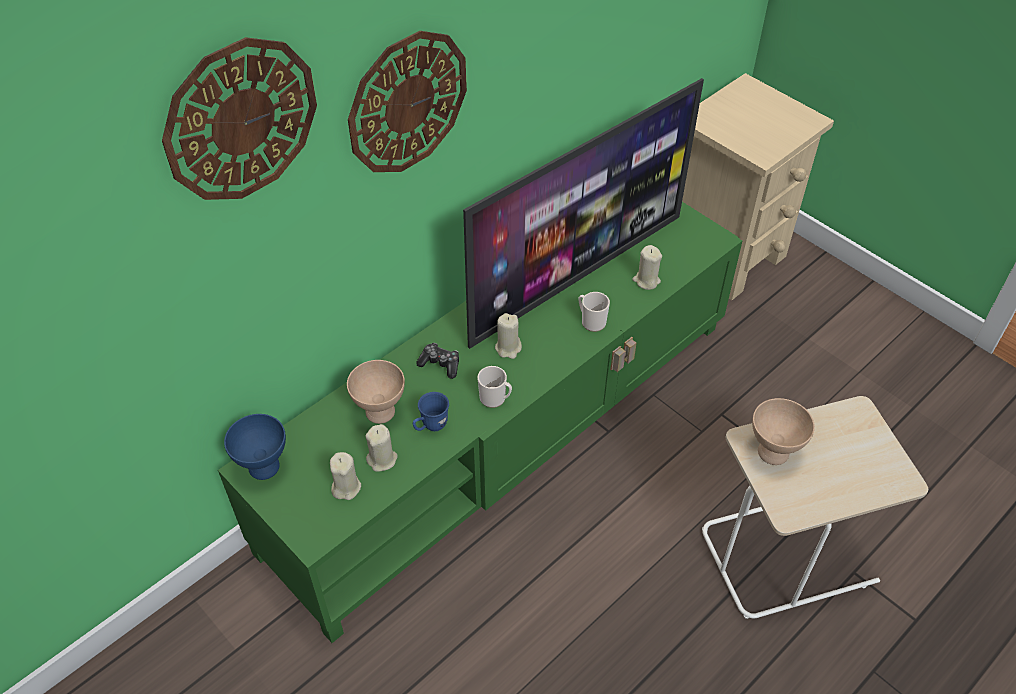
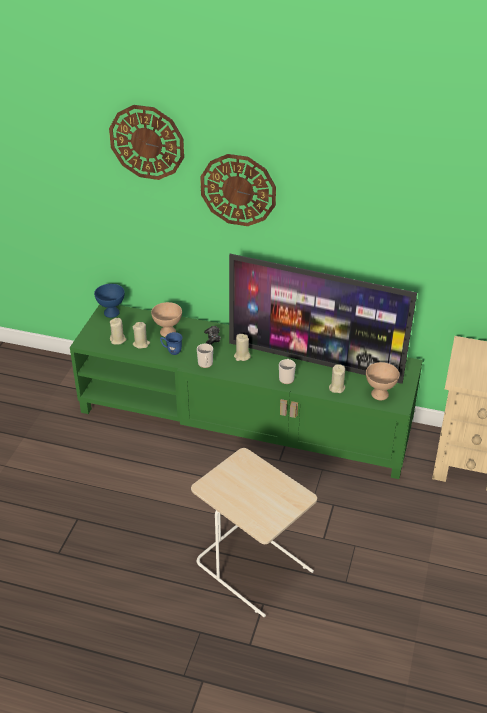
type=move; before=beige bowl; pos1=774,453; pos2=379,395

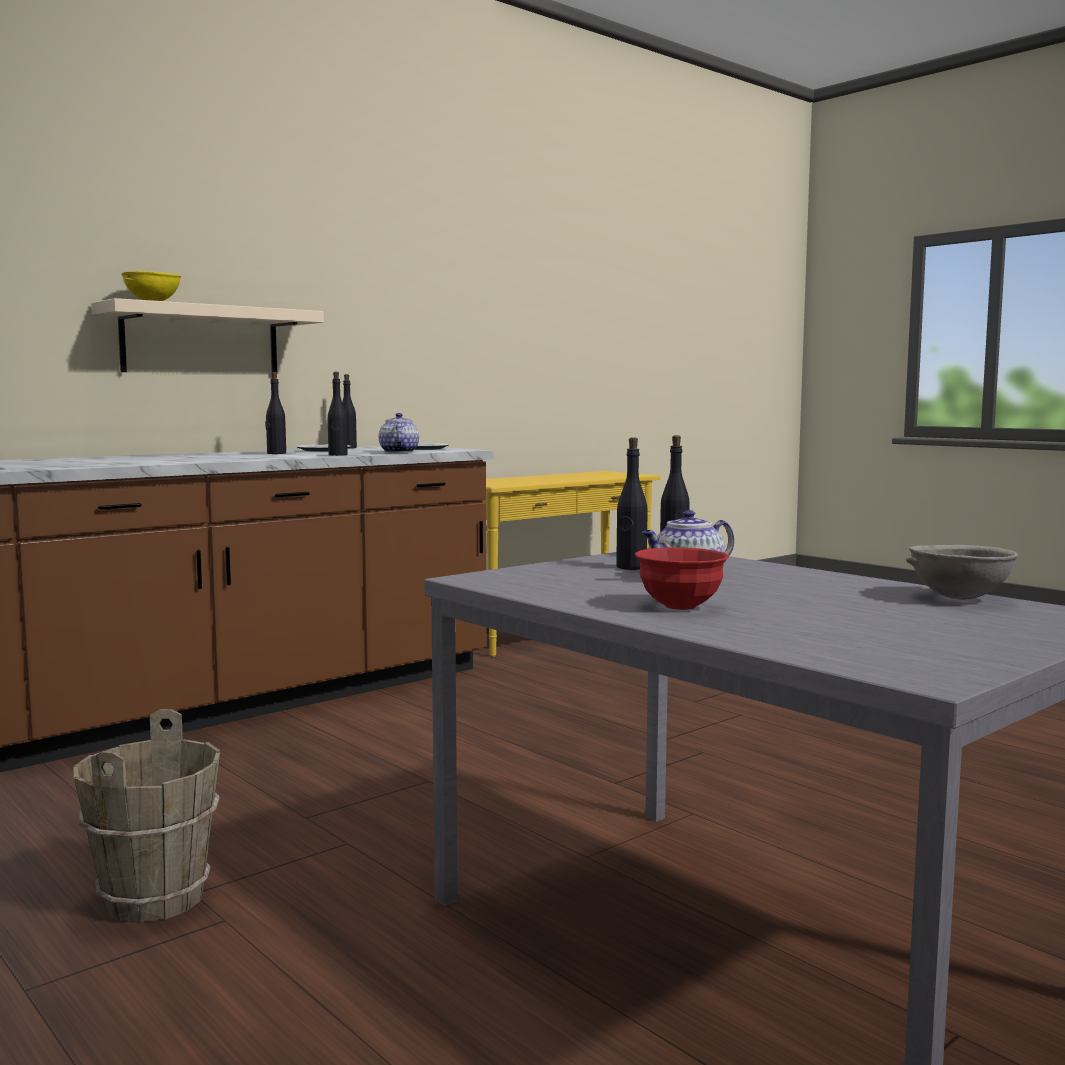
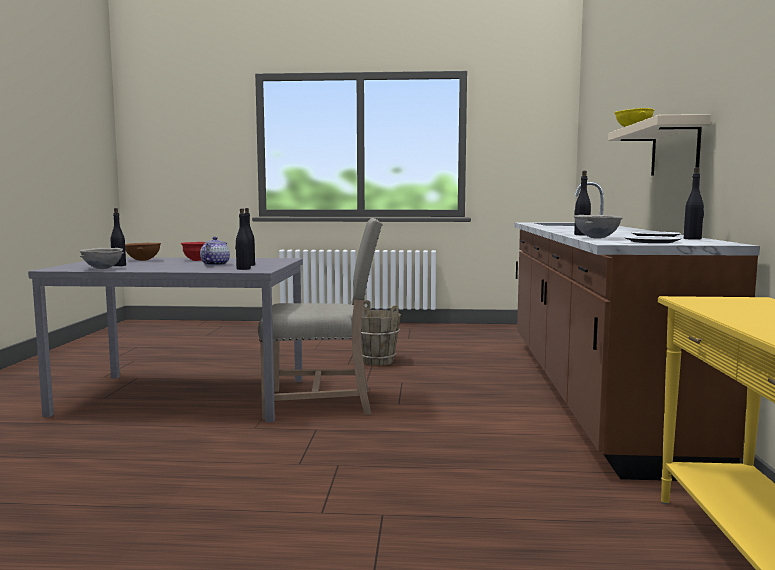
type=move; before=black bottle; pos1=276,453; pos2=119,265
type=insert; after=brown bowl; pos2=142,260
type=insert; after=beige chair; pos2=323,402
type=replace; before=teapot; after=grey bowl; pos1=398,452; pos2=597,238

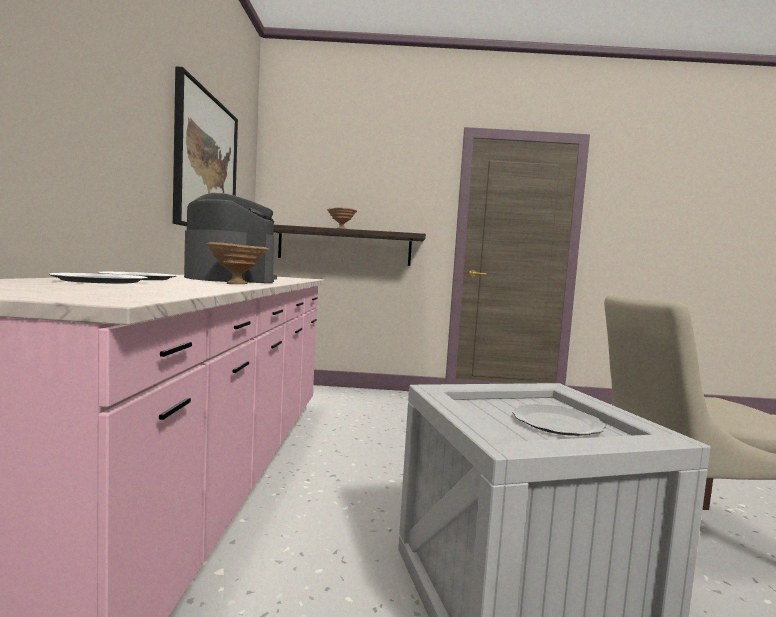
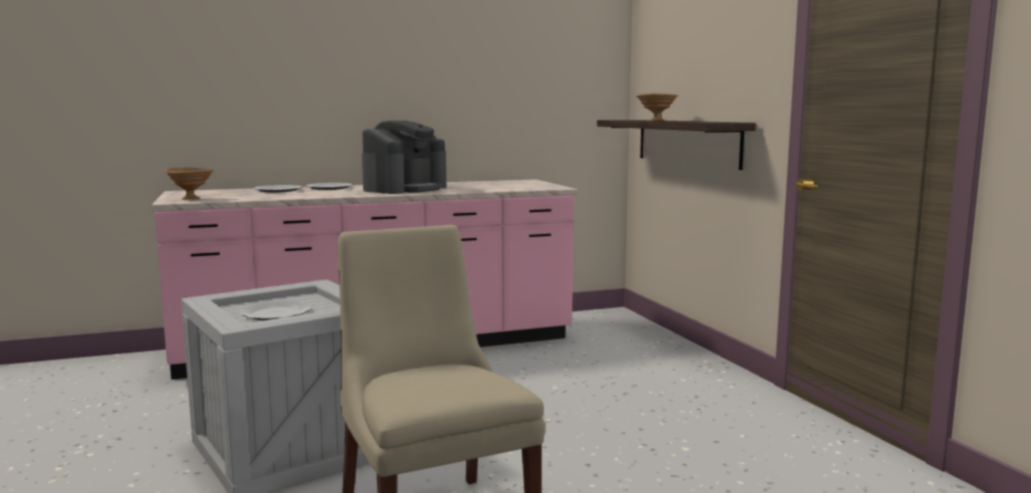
type=move; before=brown bowl; pos1=235,284; pos2=191,199
type=delete; before=picture; pos1=206,164

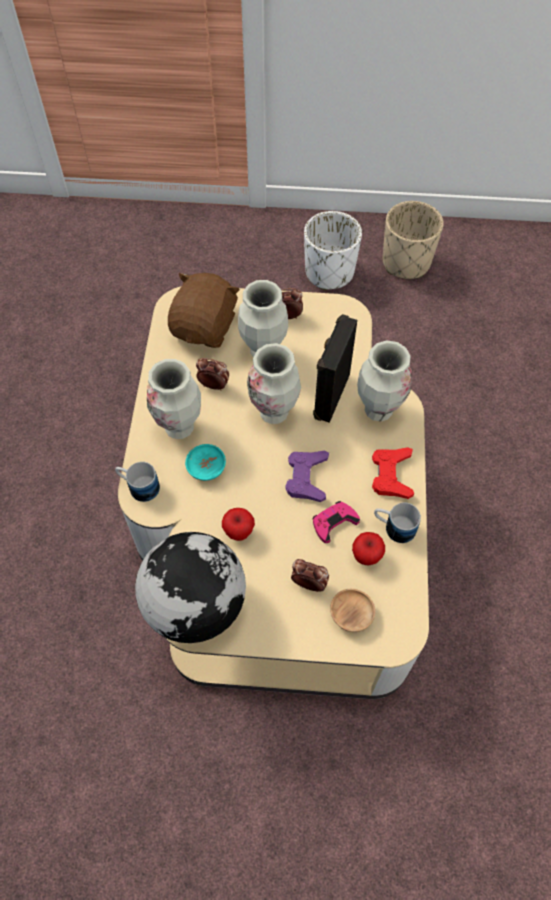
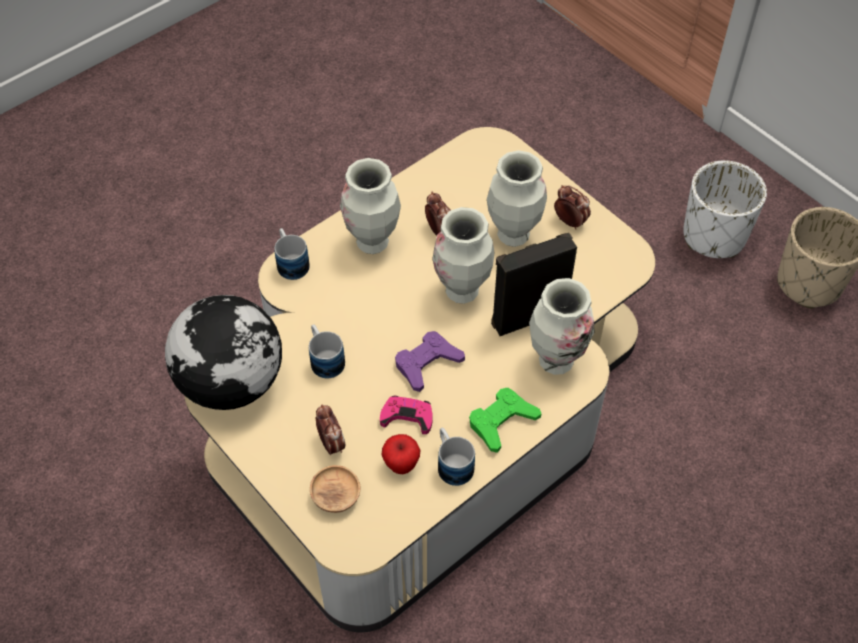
type=replace; before=apple; after=mug; pos1=239,532; pos2=324,358
type=recolor; before=red game controller; after=green game controller; pos1=391,475; pos2=502,422
type=delete; before=brown plush toy; pos1=205,327
type=delete; before=turquoise bowl; pos1=206,468

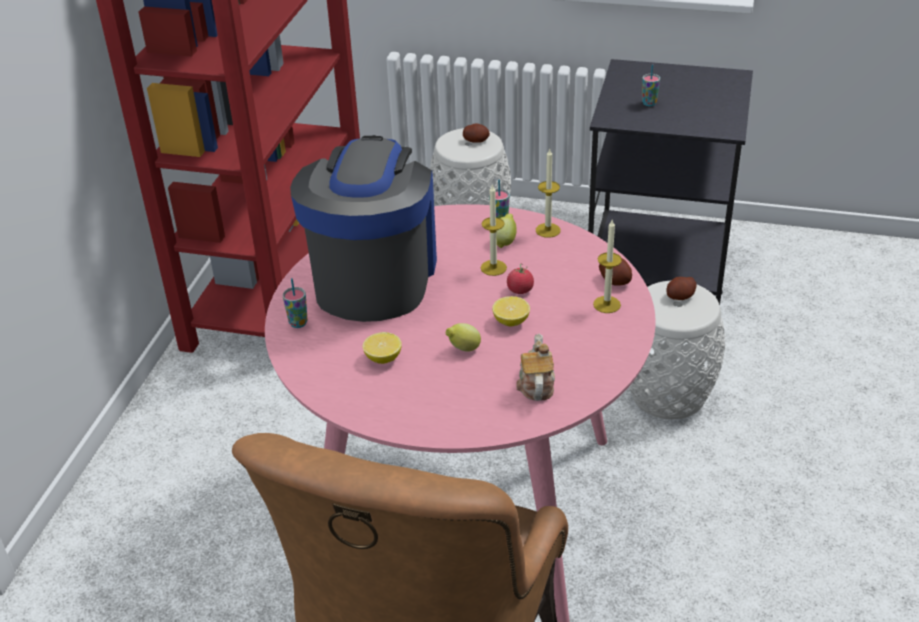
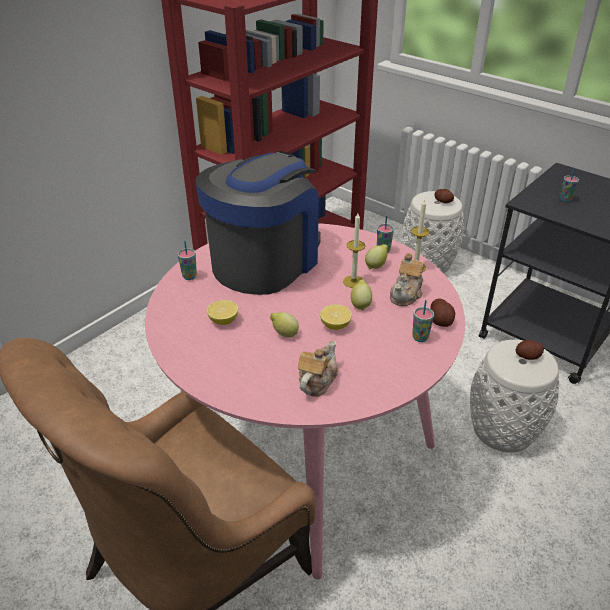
type=replace; before=tomato; after=lemon; pos1=520,290; pos2=360,304
type=insert; after=teapot; pos2=406,294
type=replace; before=candle; after=cup; pos1=607,304; pos2=420,338

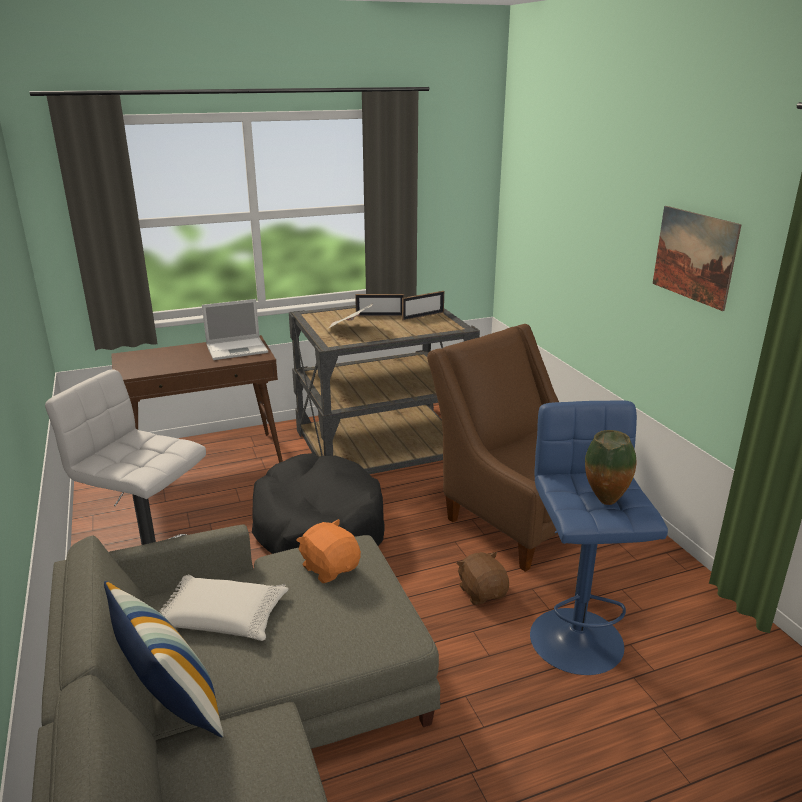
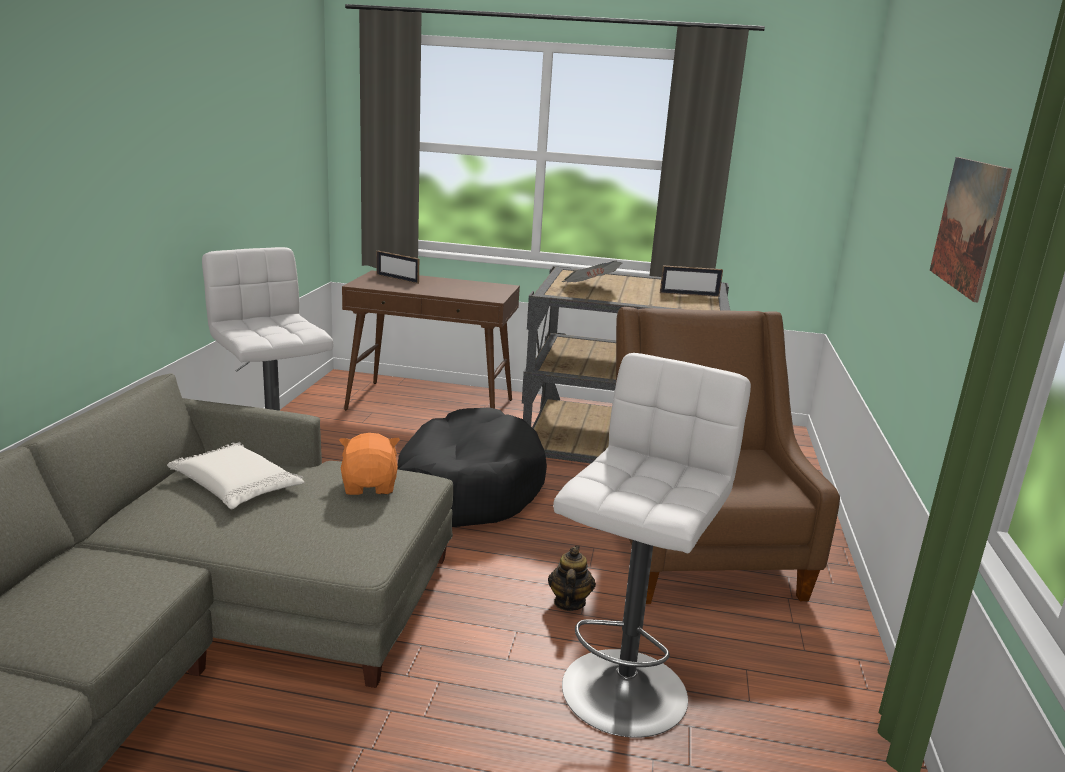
type=move; before=picture frame; pos1=380,315; pos2=397,279
type=replace; before=brown plush toy; after=teapot; pos1=482,592; pos2=569,602
type=recolor; before=blue stool; after=white stool; pos1=577,639; pos2=626,691
type=delete; before=pillow; pos1=172,704
type=delete; before=laptop; pos1=238,349
type=delete; before=vase; pos1=605,502

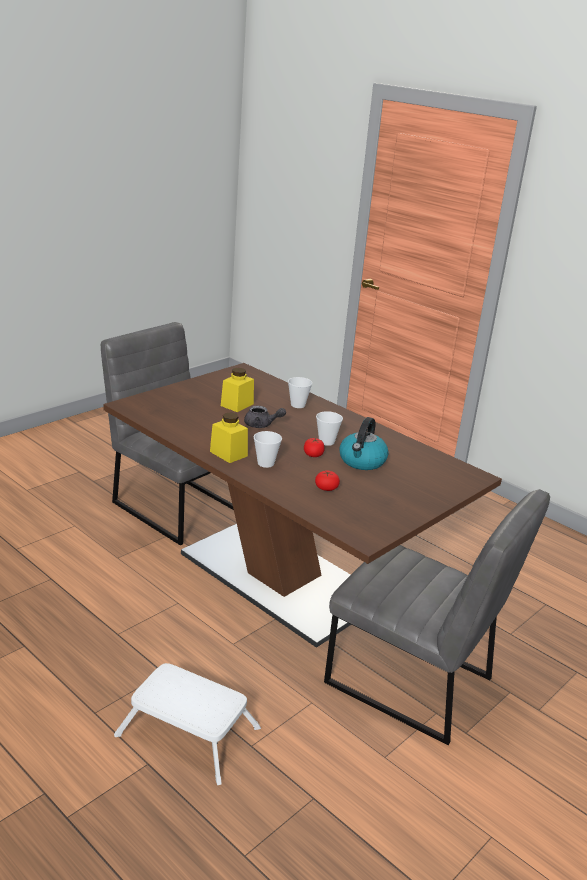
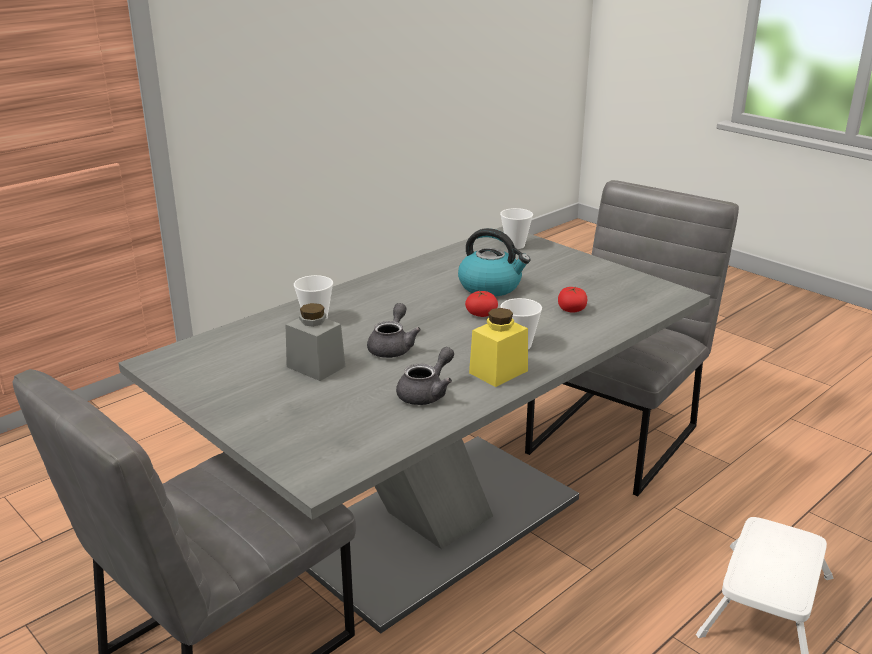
type=recolor; before=brown dining table; after=grey dining table; pos1=281,577; pos2=435,524
type=recolor; before=yellow jar; after=grey jar; pos1=237,405; pos2=316,366
type=insert; after=grey teapot; pos2=427,393
type=move; before=cup; pos1=326,442; pos2=515,245

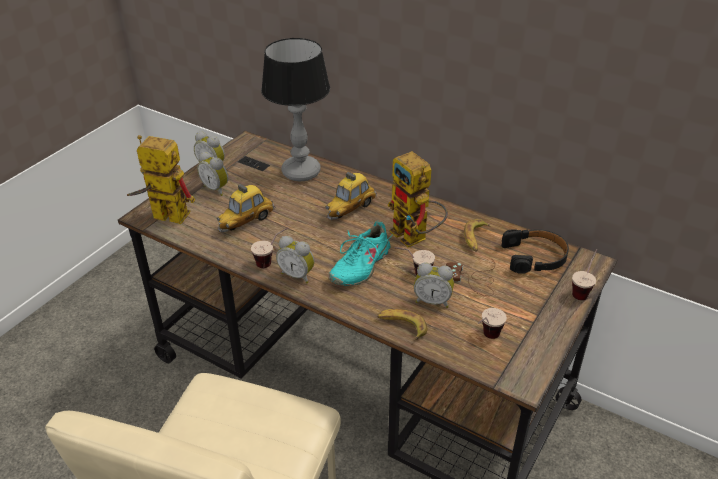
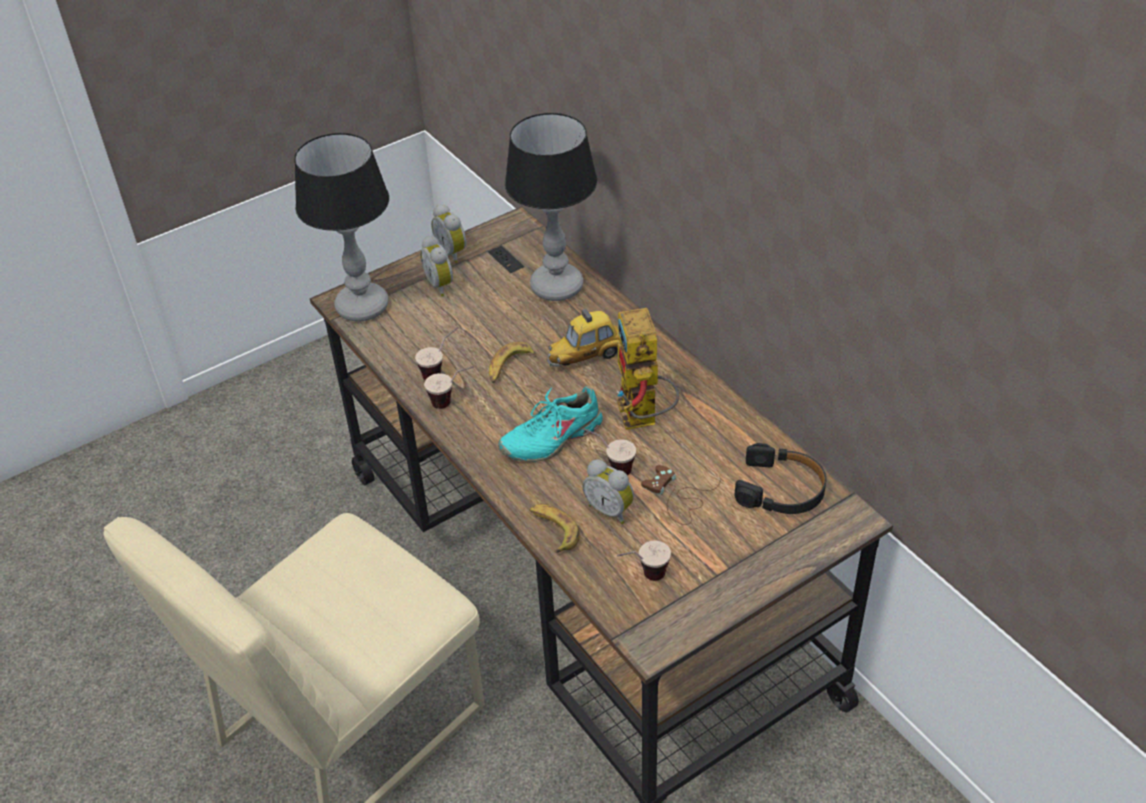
type=replace; before=toy robot; after=table lamp; pos1=163,216; pos2=361,307
type=move; before=cup; pos1=582,289; pos2=441,371
type=move; before=banana; pos1=475,238; pos2=509,367
type=delete; before=toy car; pos1=246,221
type=delete; before=alarm clock; pos1=297,275

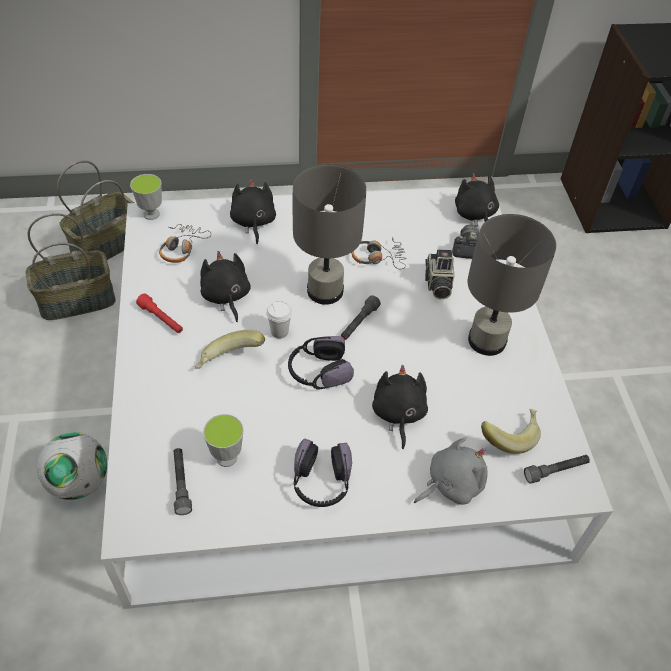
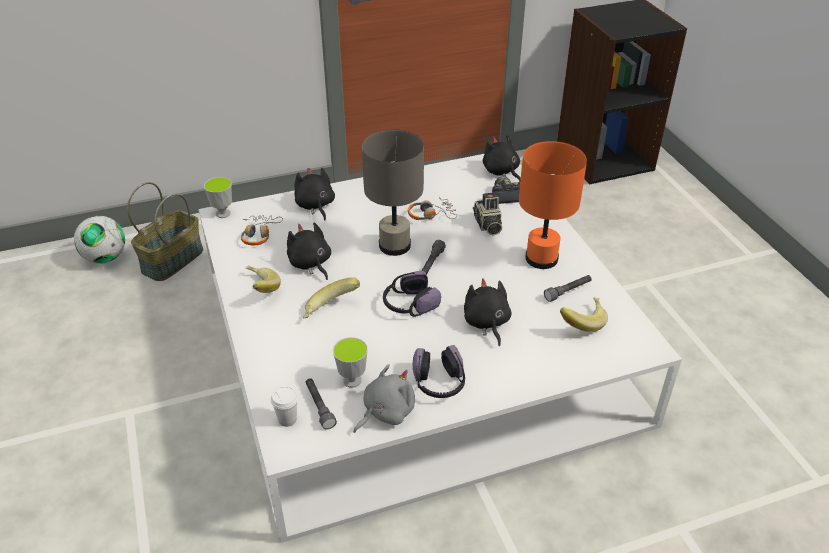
type=move; before=football; pos1=79,482; pos2=105,258
type=replace; before=red flashlight; after=banana; pos1=161,319; pos2=259,289
type=move; before=white cup; pos1=279,332; pos2=287,419
type=move; before=grey plush toy; pos1=451,484; pos2=386,412
type=recolor; before=grey table lamp; after=orange table lamp; pos1=487,341; pos2=542,259
type=move; before=grey flashlight; pos1=555,471; pos2=568,291
type=delete; before=basket; pos1=78,300

